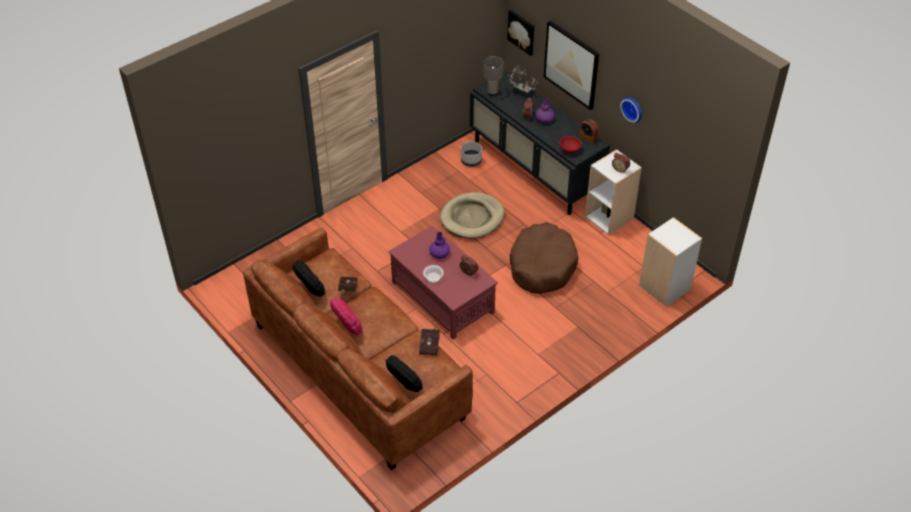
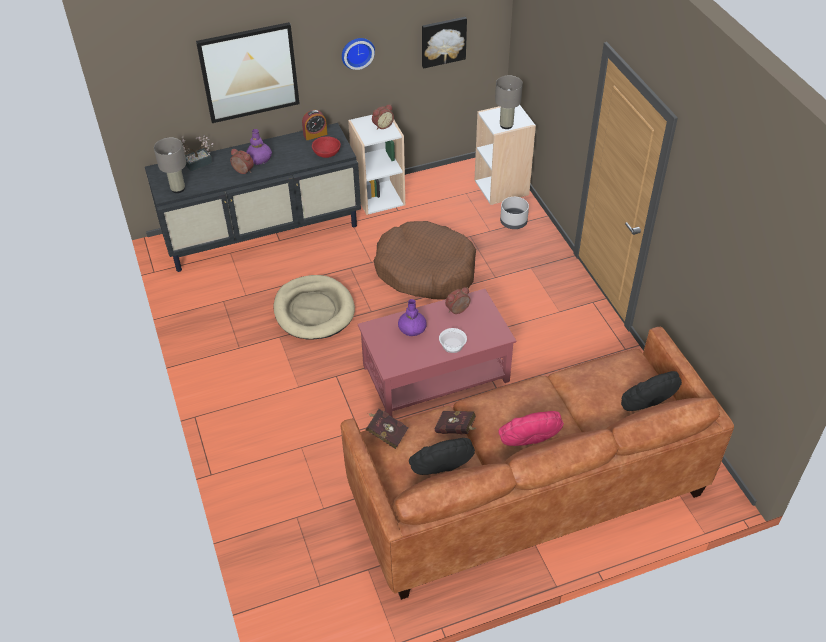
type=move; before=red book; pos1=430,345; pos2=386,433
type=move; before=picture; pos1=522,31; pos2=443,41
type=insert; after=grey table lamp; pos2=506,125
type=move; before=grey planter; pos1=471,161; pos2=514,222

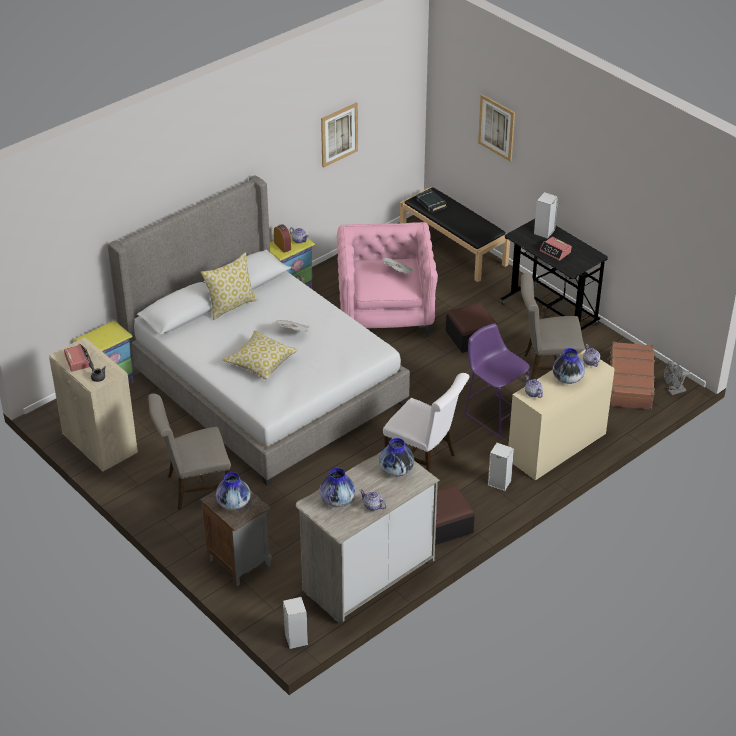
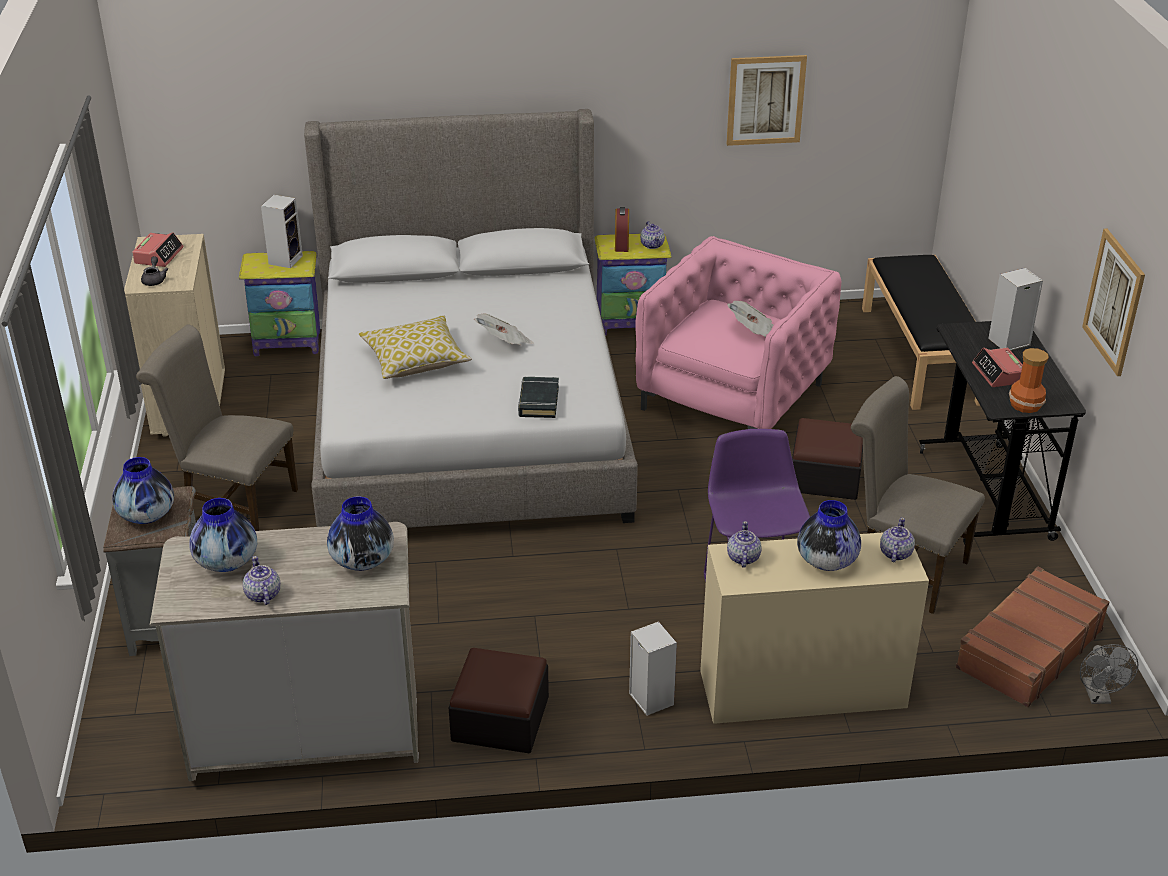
type=move; before=speaker; pos1=295,638; pos2=285,259
type=move; before=black book; pos1=430,203; pos2=538,401
type=insert; after=vase; pos2=1024,405
type=rotate; before=grey fan; pos1=673,391; pos2=1098,697; turn=-105
type=move; before=picture; pos1=496,127; pos2=1114,302
type=delete; before=pillow; pos1=231,305
type=delete; before=white chair; pos1=424,461

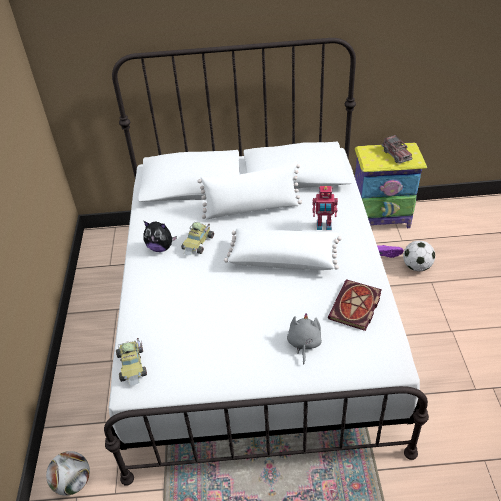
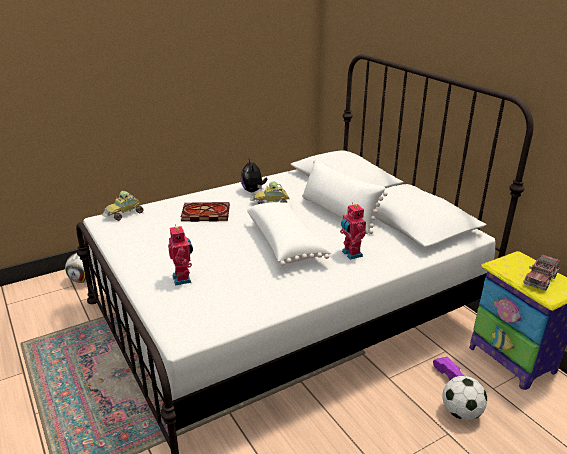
type=replace; before=grey plush toy; after=toy robot; pos1=304,344; pos2=183,278
type=move; before=book; pos1=355,307; pos2=204,214

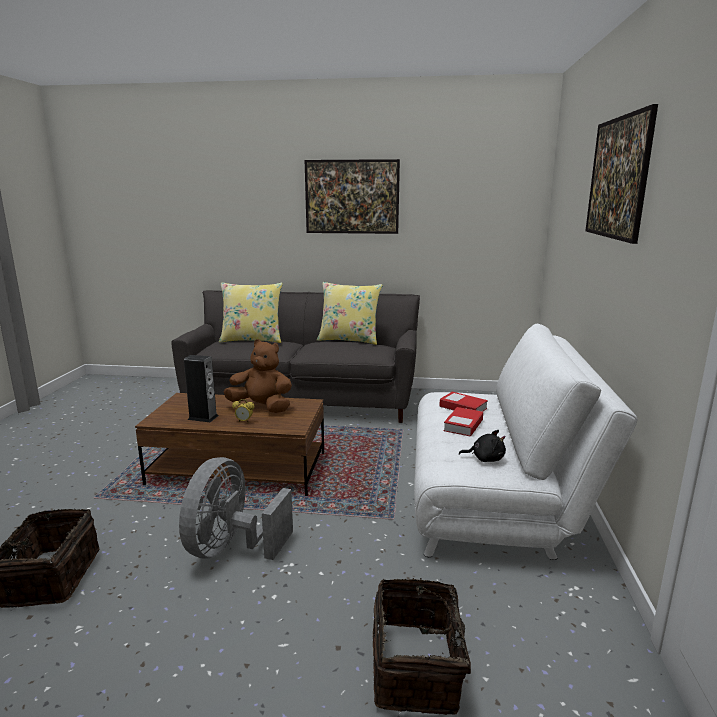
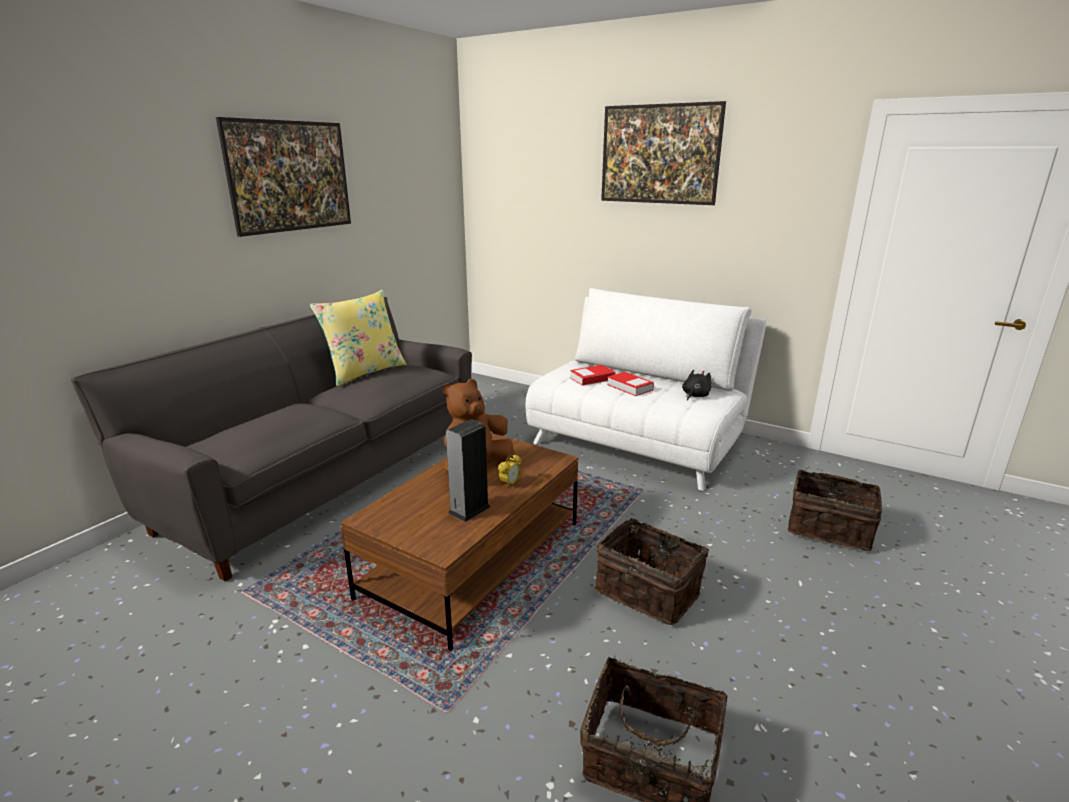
type=replace; before=grey fan; after=basket; pos1=231,548; pos2=649,590
type=delete; before=yellow pillow; pos1=252,340

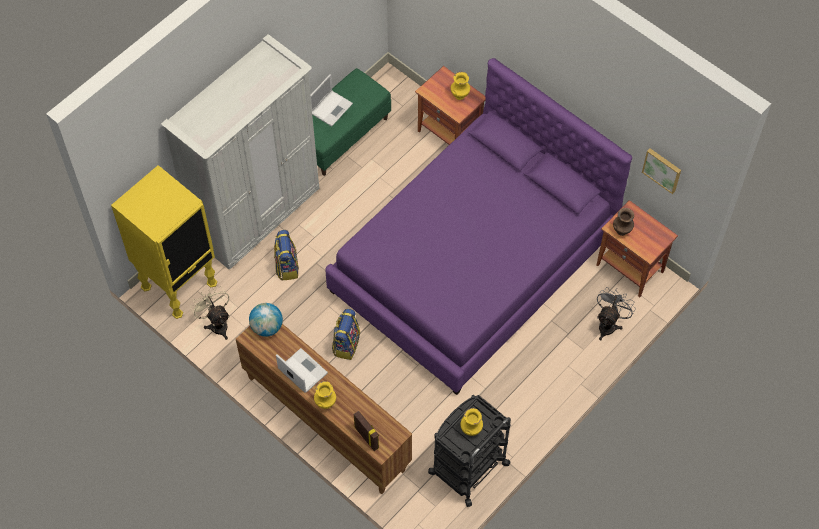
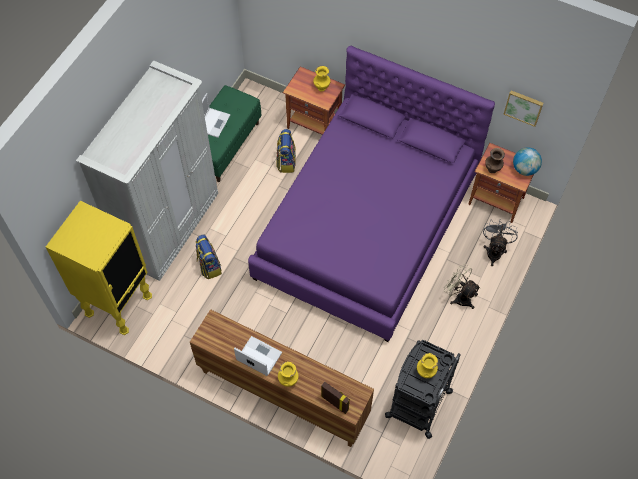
type=move; before=backpack; pos1=346,344; pos2=286,162
type=move; before=beige fan; pos1=217,323; pos2=459,297
type=move; before=globe; pos1=267,327; pos2=524,169

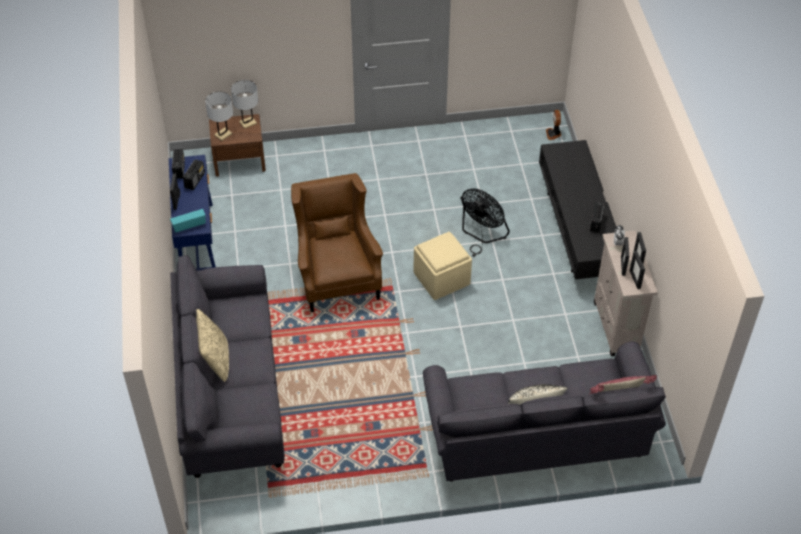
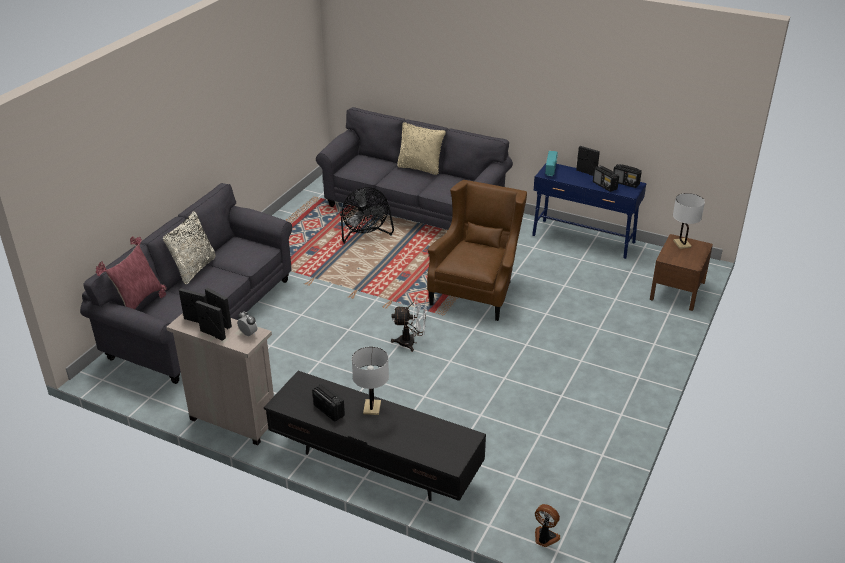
type=move; before=black fan; pos1=479,234; pos2=363,234
type=move; before=white table lamp; pos1=248,123; pos2=372,407
type=replace; before=beige ottoman; after=white fan; pos1=441,279; pos2=411,343
type=rotate; before=brown armchair; pos1=337,275; pos2=477,290; turn=-90

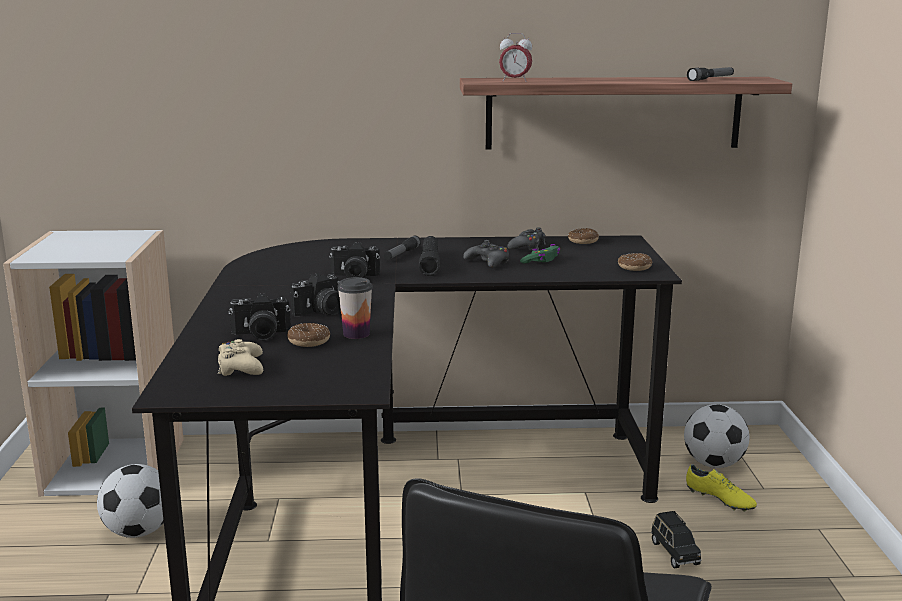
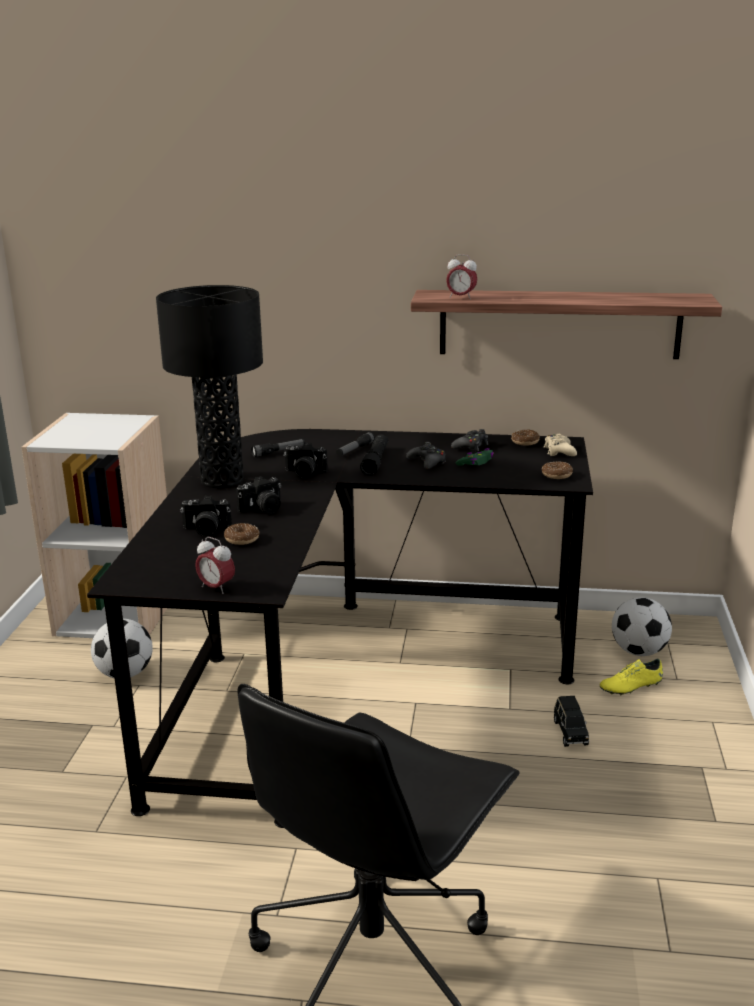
type=insert; after=black table lamp; pos2=223,480
type=insert; after=alarm clock; pos2=216,588
type=move; before=flashlight; pos1=711,79; pos2=279,452
type=move; before=beige game controller; pos1=240,367; pos2=559,451
type=rotate; before=yellow shoe; pos1=719,500; pos2=630,687; turn=105
type=delete; before=cup; pos1=356,334

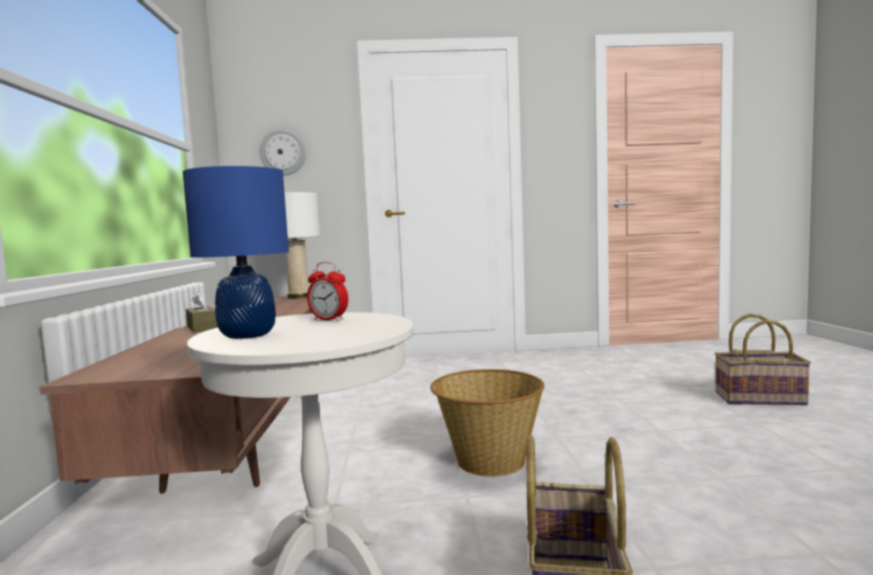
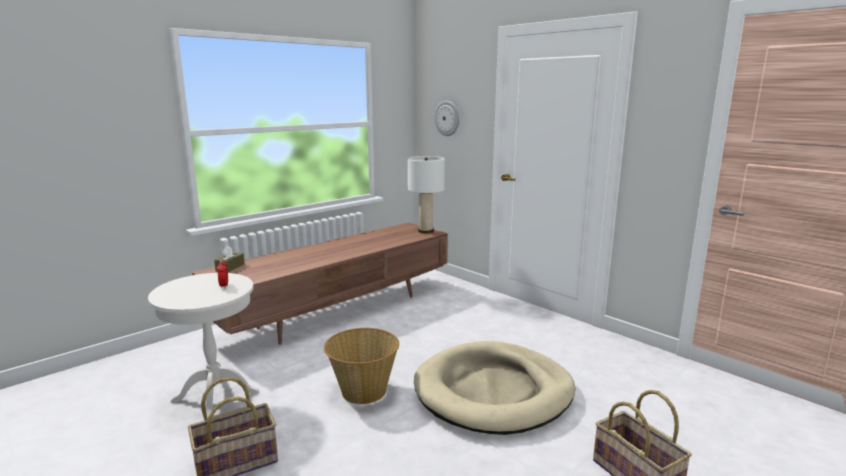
type=move; before=brown tissue box; pos1=202,328; pos2=230,267
type=insert; after=beige dog bed; pos2=493,391
type=delete; before=blue table lamp; pos1=250,335

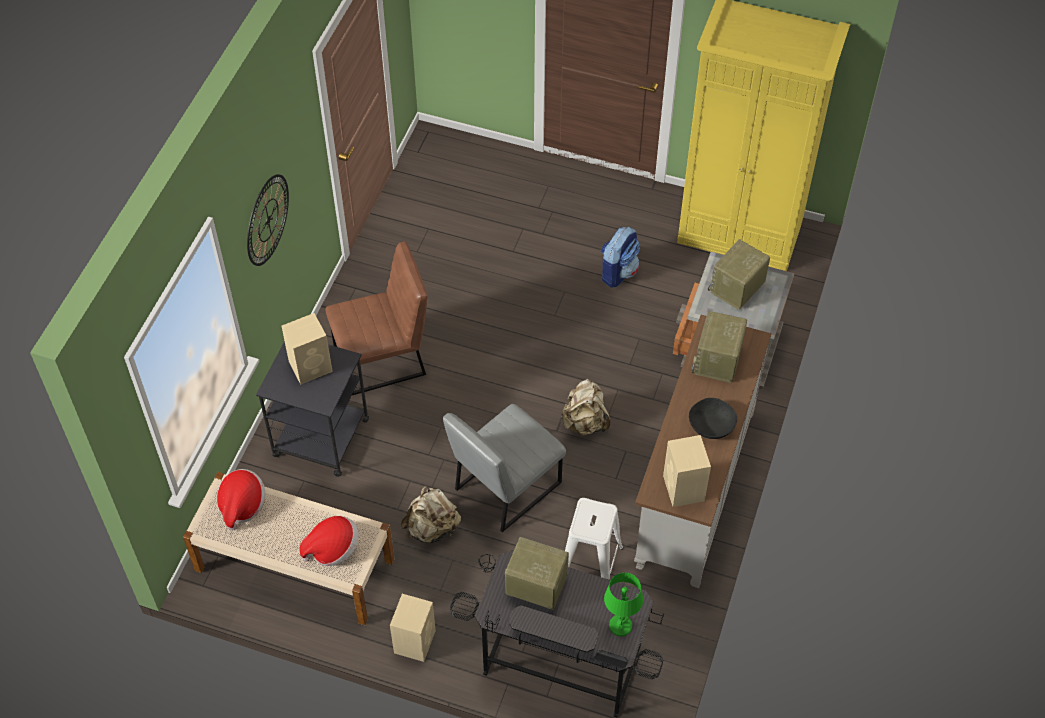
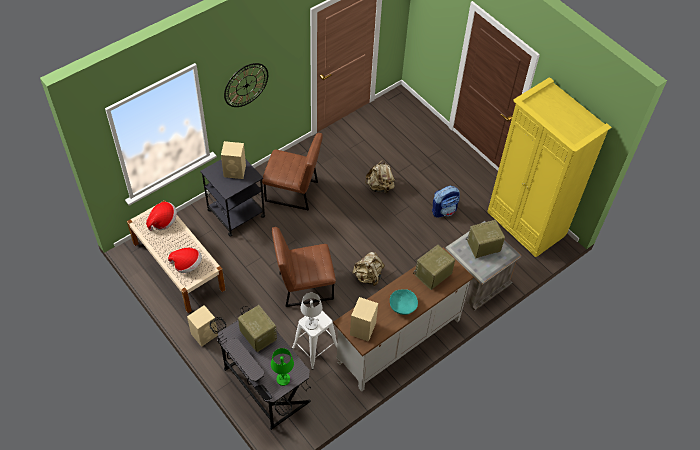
type=recolor; before=grey chair; after=brown chair; pos1=505,487; pos2=304,286
type=insert; after=white table lamp; pos2=311,324
type=move; before=beige backpack; pos1=432,528; pos2=380,187
type=recolor; before=black bowl; after=turquoise bowl; pos1=711,425; pos2=403,306

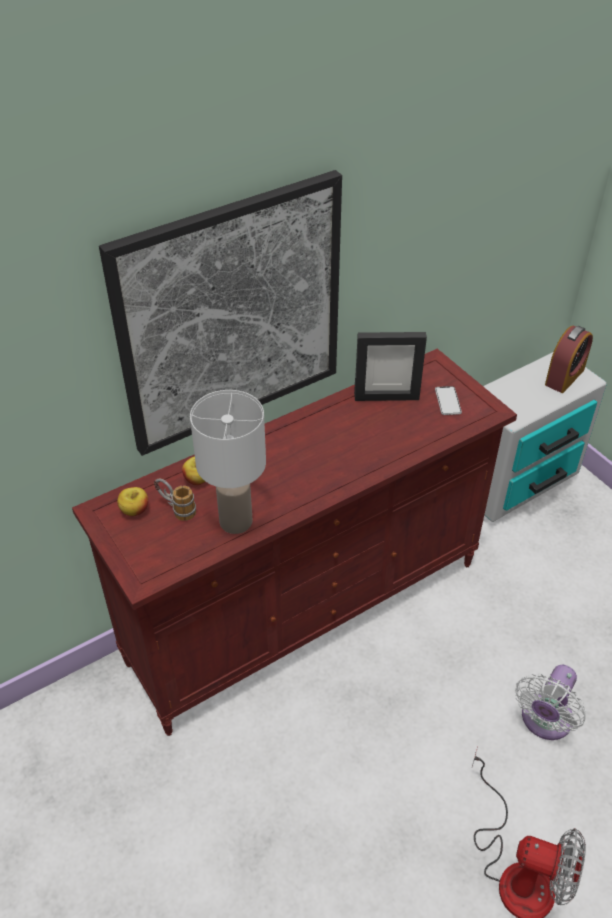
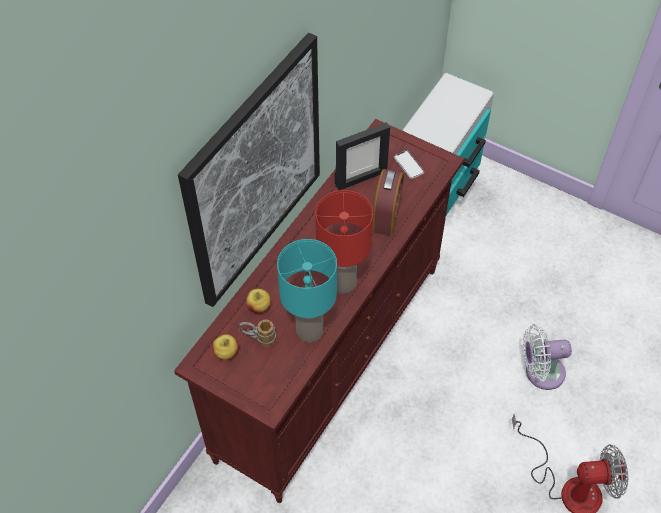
type=recolor; before=white table lamp; after=turquoise table lamp; pos1=236,522; pos2=310,331
type=insert; after=red table lamp; pos2=343,282
type=move; before=alarm clock; pos1=564,377; pos2=387,215
type=rotate; before=white fan; pos1=544,721; pos2=540,372; turn=75

